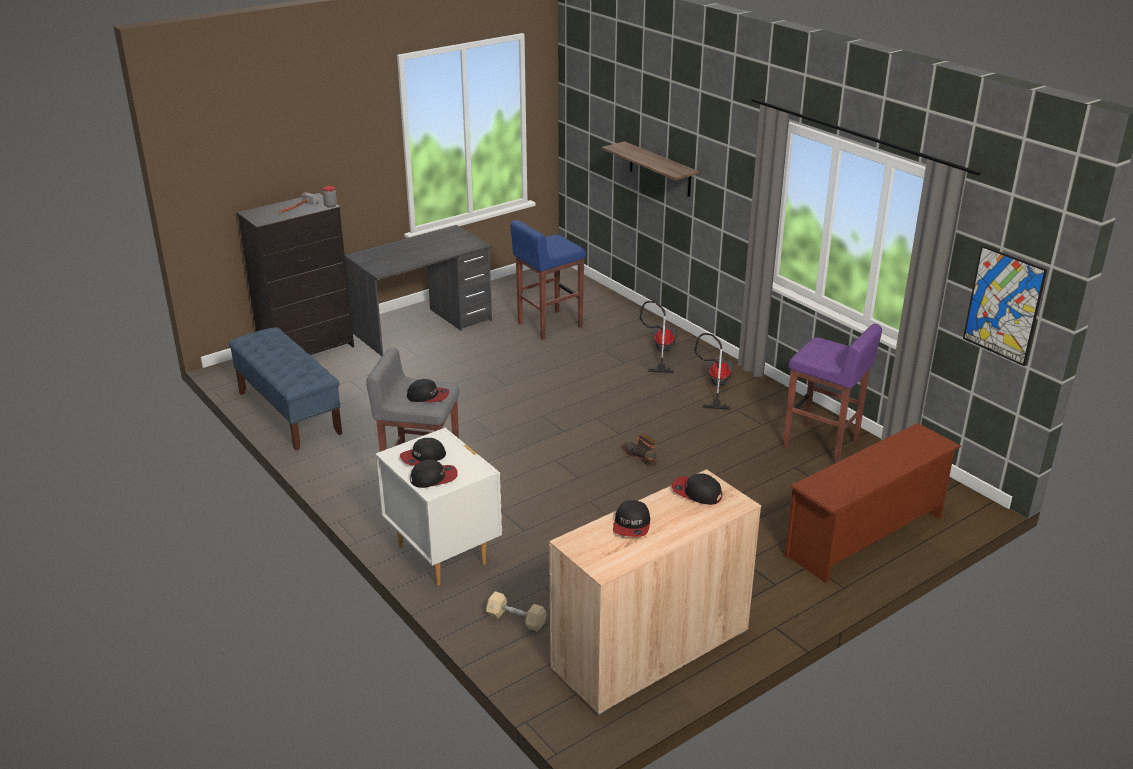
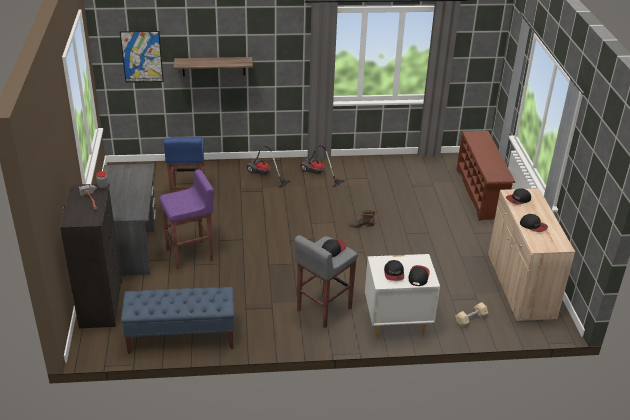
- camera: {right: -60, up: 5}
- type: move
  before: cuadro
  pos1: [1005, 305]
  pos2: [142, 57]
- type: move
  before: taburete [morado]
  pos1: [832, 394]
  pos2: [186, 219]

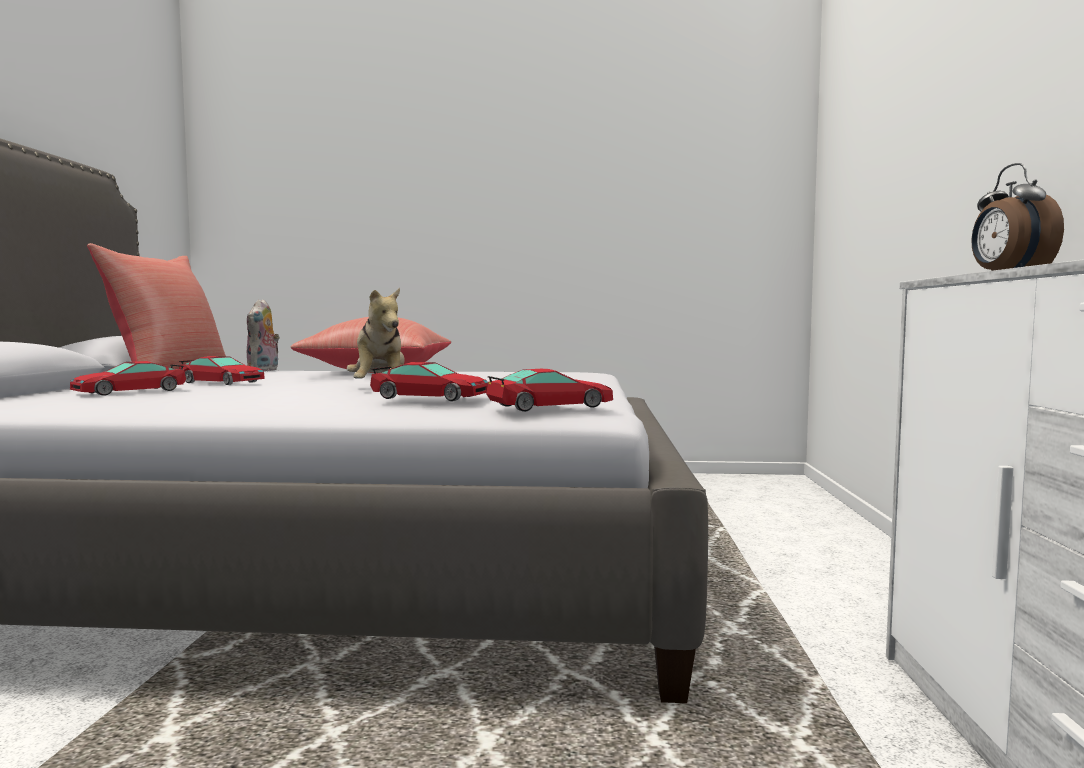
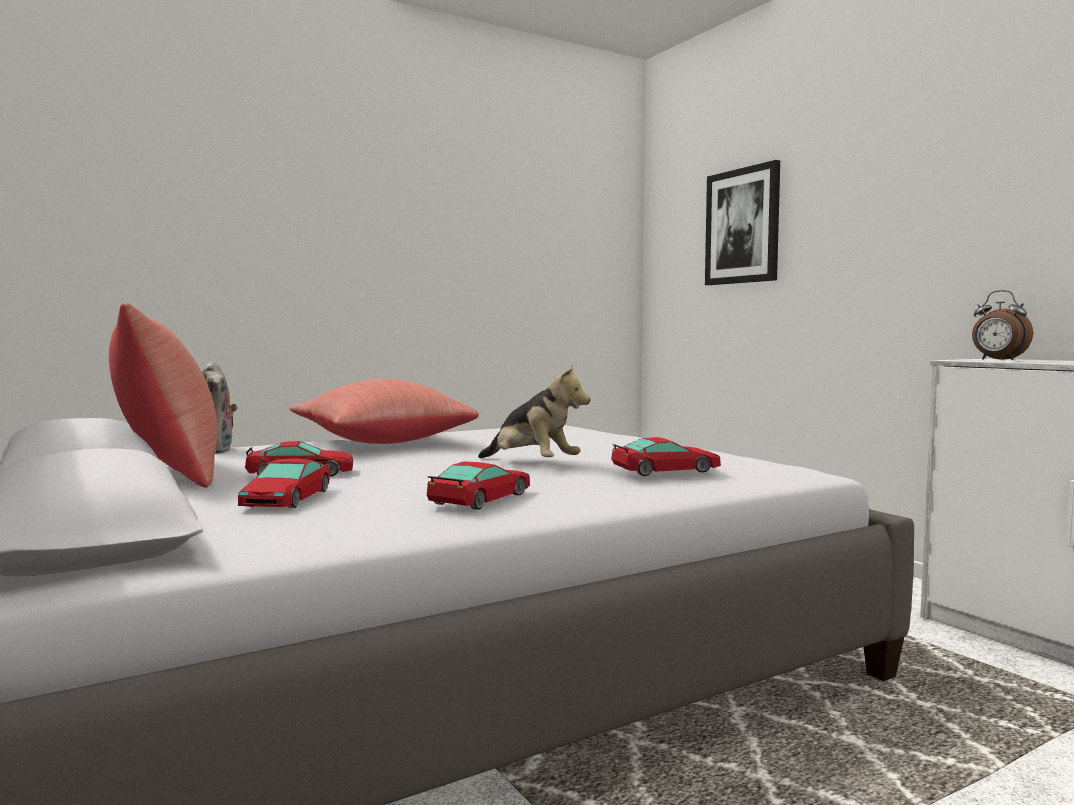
- camera: {right: -35, up: 0}
- type: move
  before: coche de juguete
  pos1: [549, 390]
  pos2: [478, 486]
- type: insert
  after: cuadro
  pos2: [742, 222]

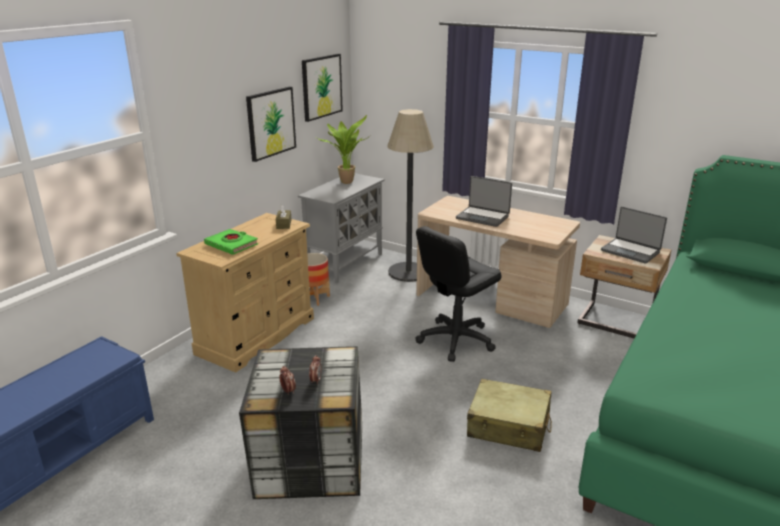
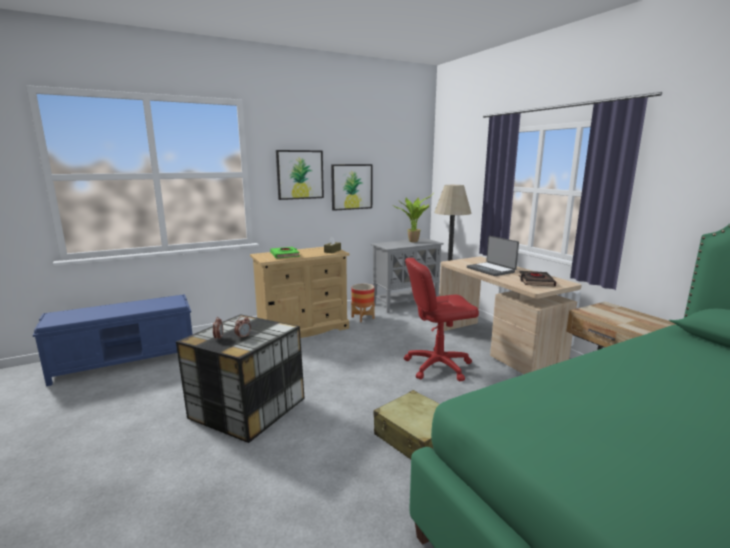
- camera: {right: 30, up: -10}
- type: move
  before: cuadro
  pos1: [322, 88]
  pos2: [300, 175]
- type: recolor
  before: silla de oficina [negro]
  after: silla de oficina [rojo]
  pos1: [458, 294]
  pos2: [441, 319]
- type: insert
  after: libro [negro]
  pos2: [537, 279]
- type: delete
  before: portátil
  pos1: [634, 235]

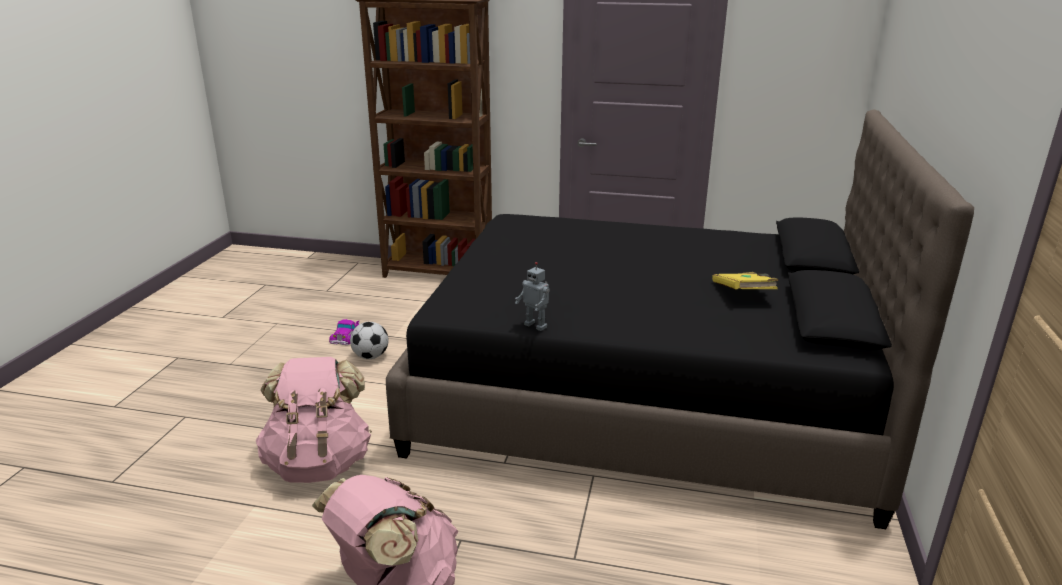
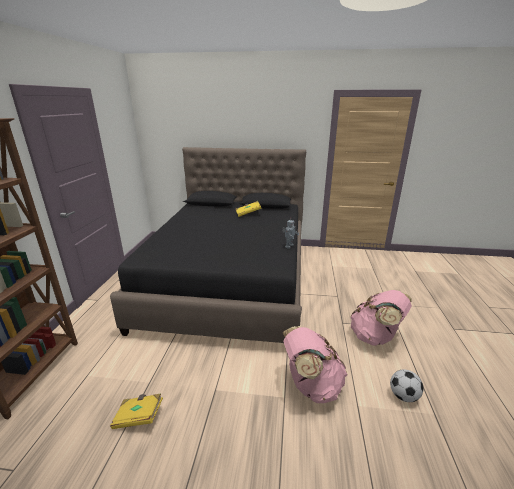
- camera: {right: -95, up: 0}
- type: replace
  before: coche de juguete
  after: libro [amarillo]
  pos1: [344, 332]
  pos2: [136, 411]
- type: move
  before: balón de fútbol
  pos1: [369, 340]
  pos2: [406, 386]

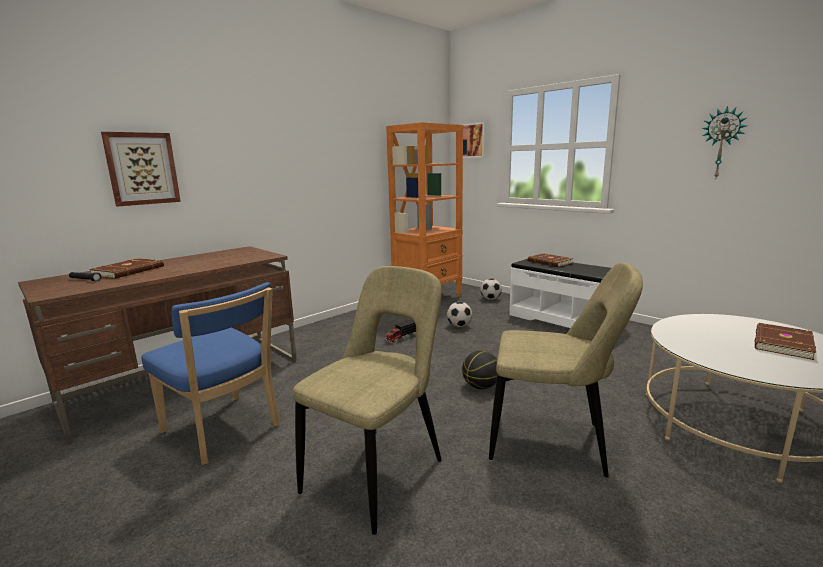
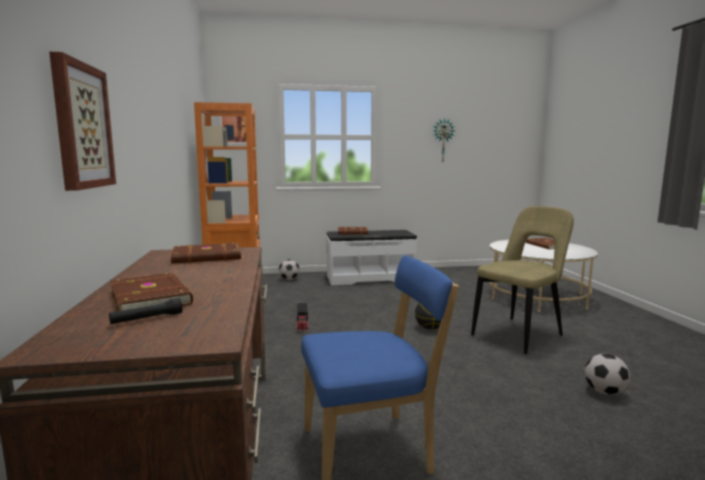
- camera: {right: -55, up: -5}
- type: insert
  after: libro [marrón]
  pos2: [206, 253]
- type: move
  before: balón de fútbol
  pos1: [459, 314]
  pos2: [607, 374]
- type: delete
  before: silla [beis]
  pos1: [367, 400]

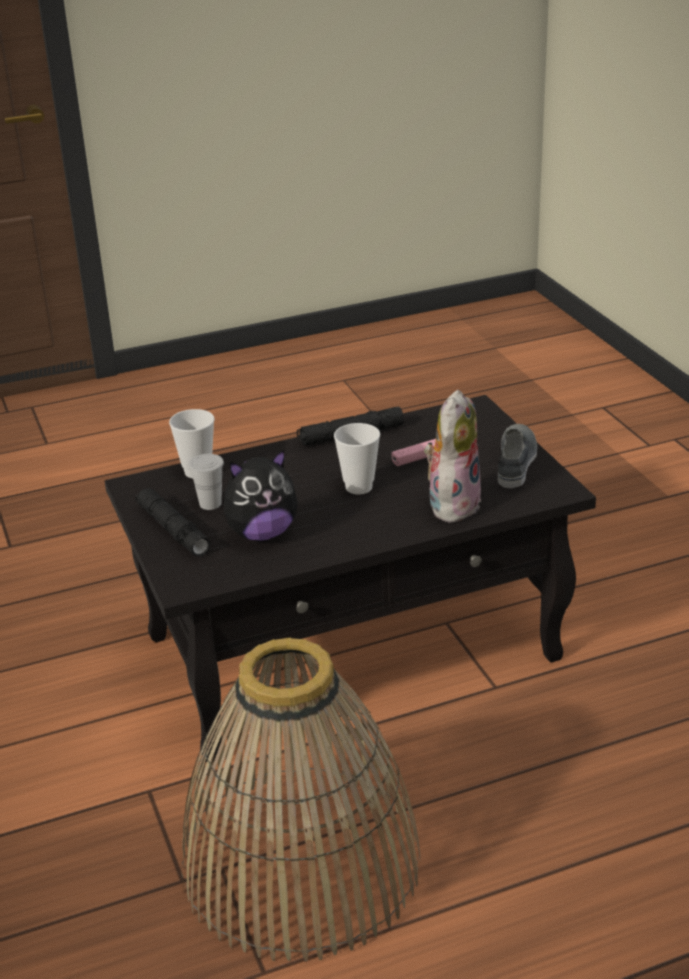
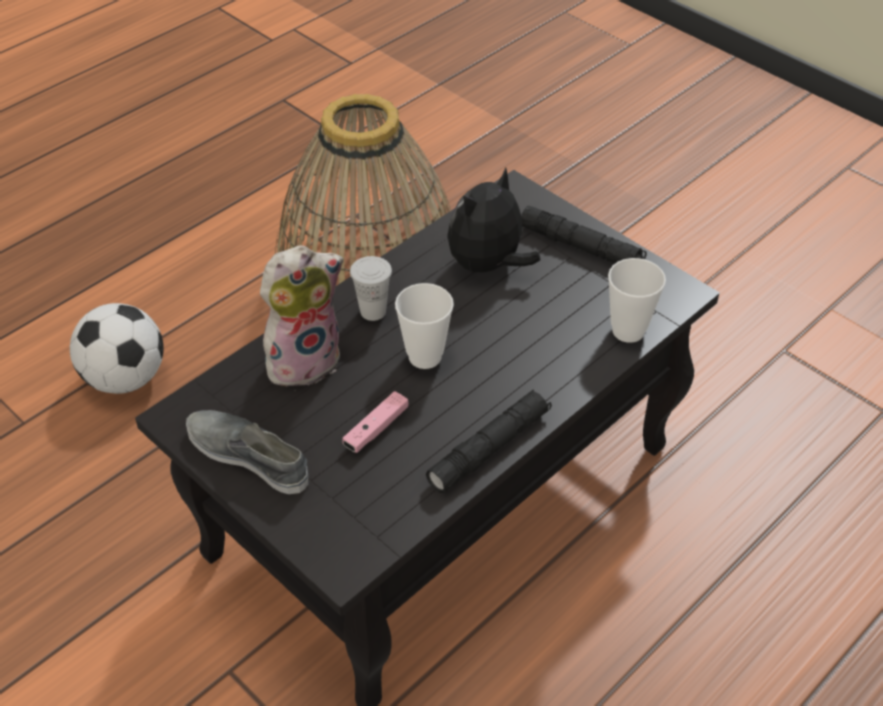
- camera: {right: 155, up: 15}
- type: insert
  after: balón de fútbol
  pos2: [117, 348]
- type: rotate
  before: zapato [gris]
  pos1: [517, 456]
  pos2: [247, 452]
  turn: 135
- type: rotate
  before: peluche
  pos1: [452, 456]
  pos2: [302, 317]
  turn: -120
- type: move
  before: taza [blanco]
  pos1: [206, 482]
  pos2: [371, 288]

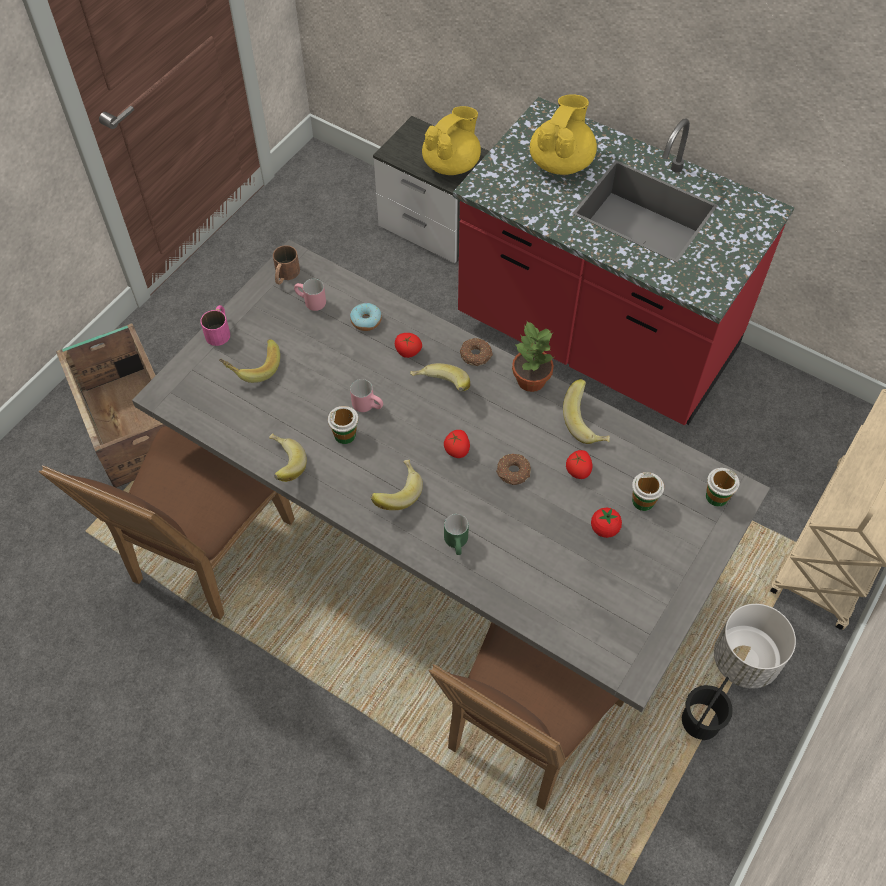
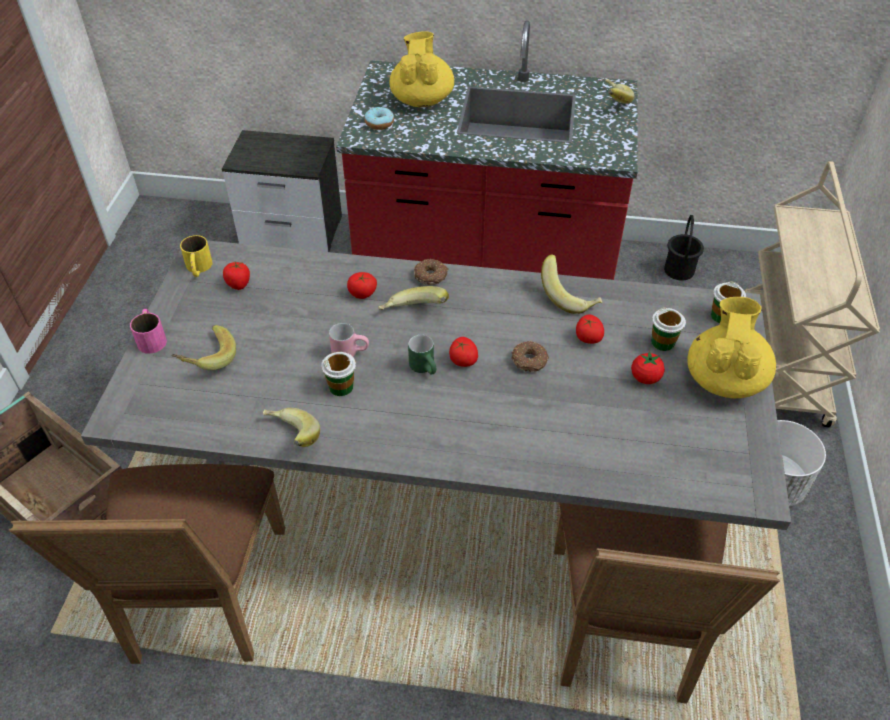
- camera: {right: -25, up: -10}
- type: recolor
  before: taza grande [marrón]
  after: taza grande [amarillo]
  pos1: [286, 264]
  pos2: [196, 256]
- type: replace
  before: taza grande [rosa]
  after: tomate
  pos1: [310, 295]
  pos2: [236, 276]
- type: move
  before: rosquilla
  pos1: [366, 317]
  pos2: [379, 118]
- type: move
  before: taza grande [verde]
  pos1: [456, 534]
  pos2: [422, 354]
- type: move
  before: plátano
  pos1: [396, 485]
  pos2: [620, 91]
- type: move
  before: cubo [negro]
  pos1: [707, 708]
  pos2: [684, 247]
- type: move
  before: tetera [amarillo]
  pos1: [451, 140]
  pos2: [731, 347]
- type: delete
  before: planta en maceta
  pos1: [533, 356]

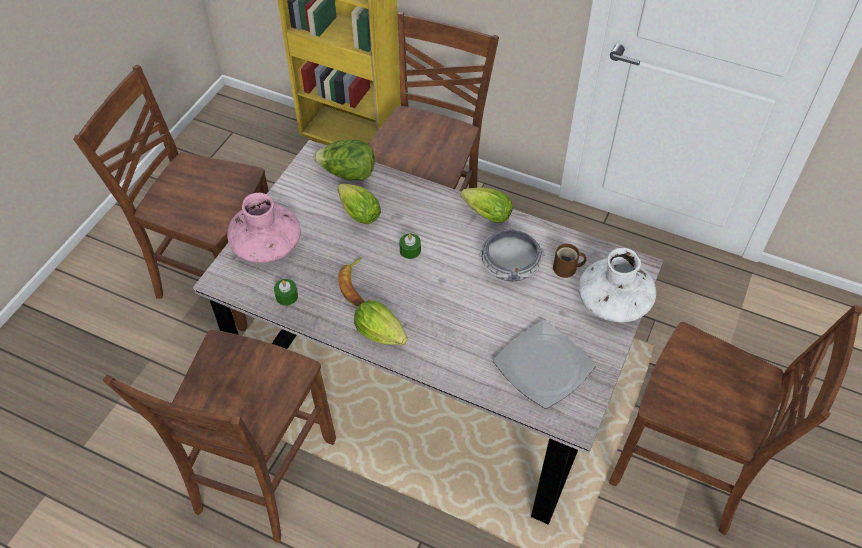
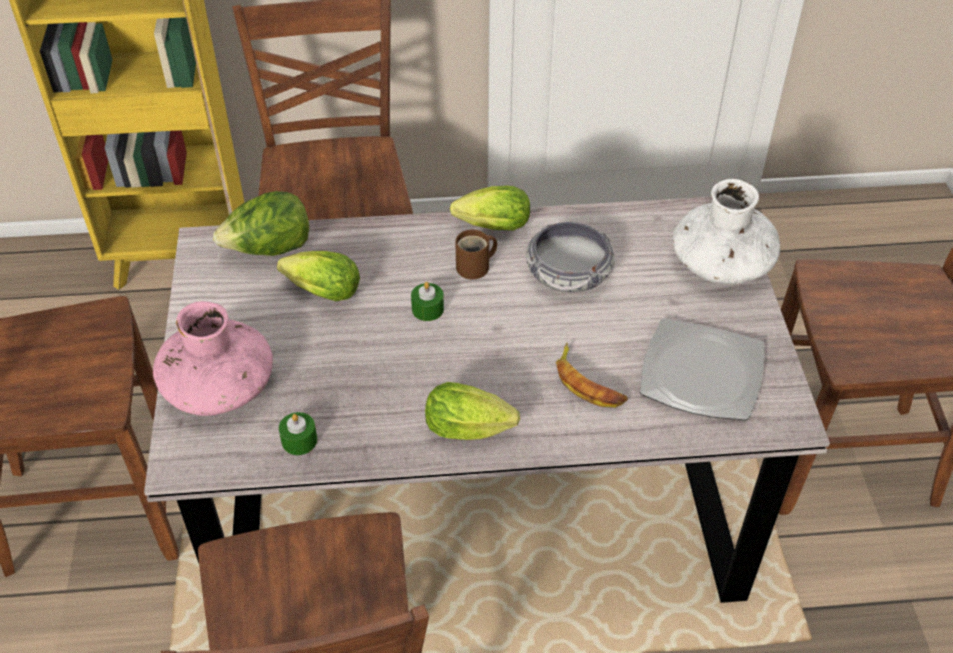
- camera: {right: -30, up: -5}
- type: move
  before: taza grande [marrón]
  pos1: [569, 261]
  pos2: [476, 254]
- type: move
  before: plátano
  pos1: [351, 281]
  pos2: [592, 375]

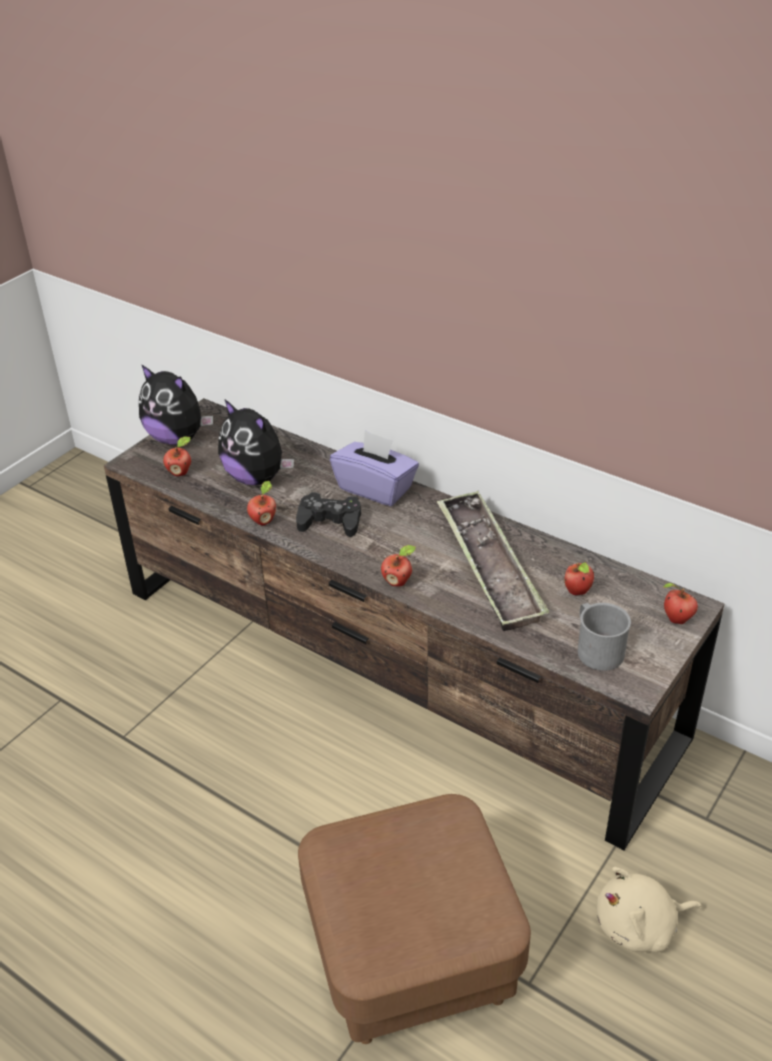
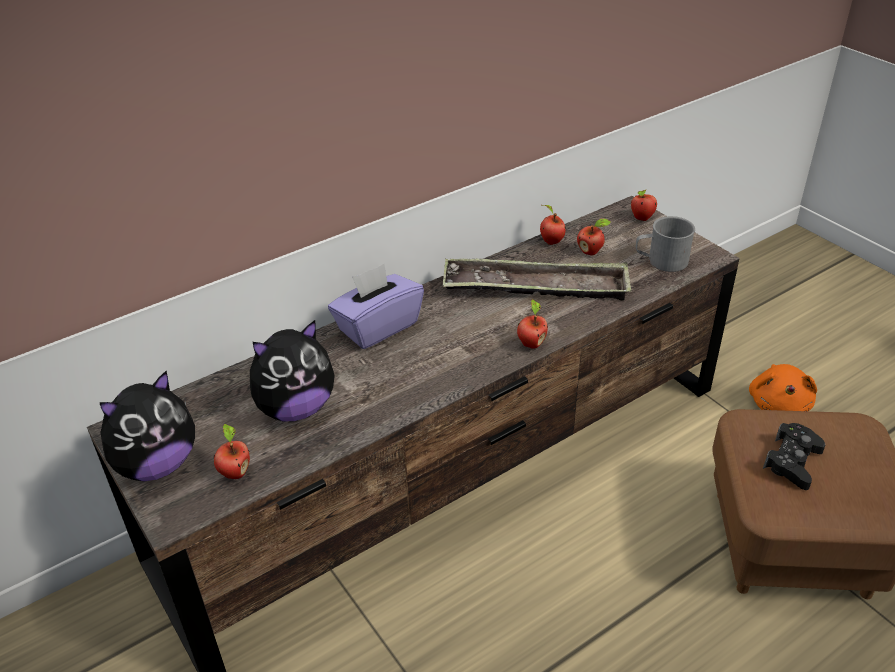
- camera: {right: -70, up: 0}
- type: move
  before: manzana
  pos1: [261, 503]
  pos2: [553, 225]
- type: recolor
  before: peluche [beis]
  after: peluche [naranja]
  pos1: [649, 910]
  pos2: [783, 387]
- type: move
  before: mando de consola [negro]
  pos1: [328, 514]
  pos2: [794, 456]

